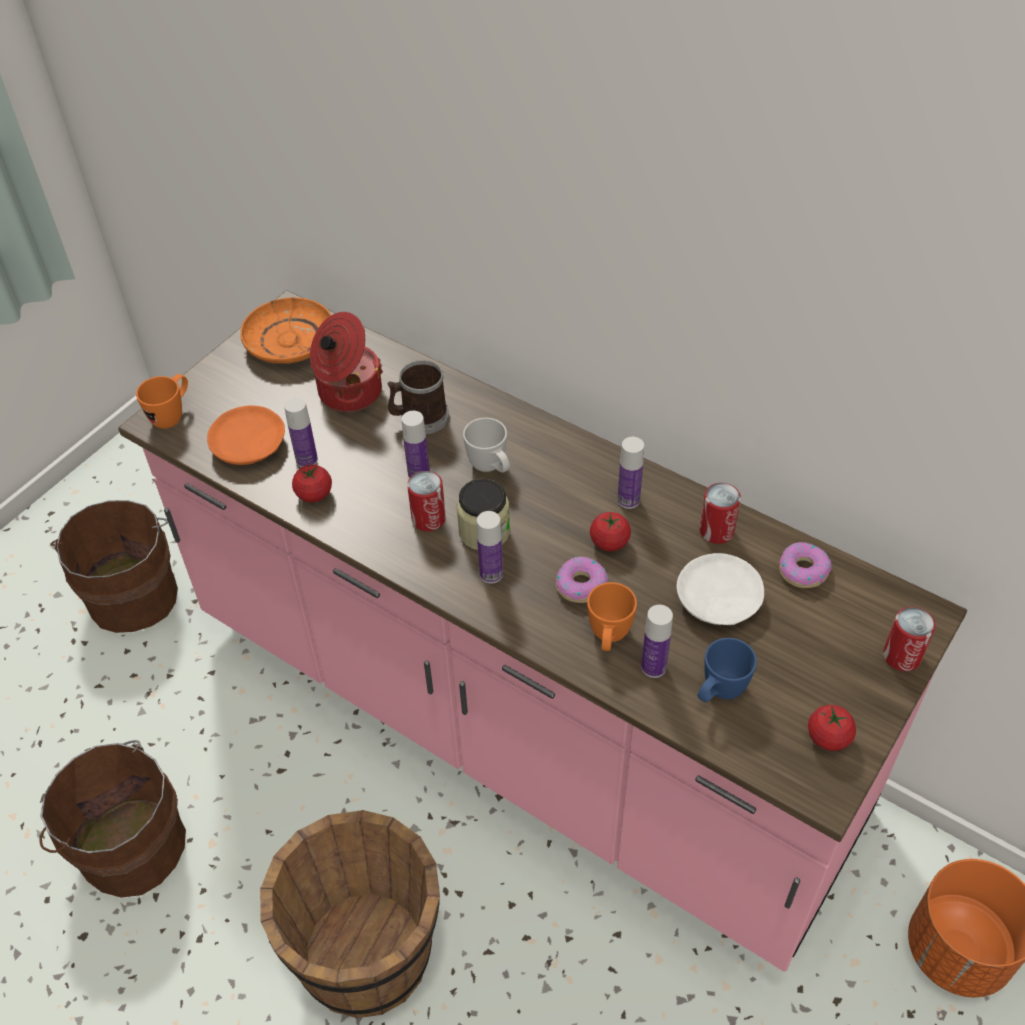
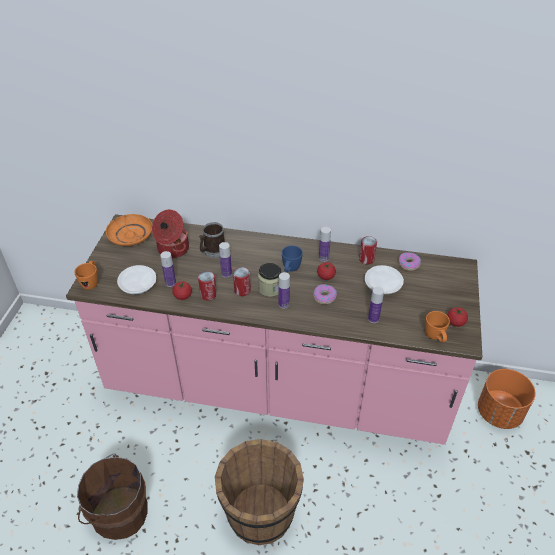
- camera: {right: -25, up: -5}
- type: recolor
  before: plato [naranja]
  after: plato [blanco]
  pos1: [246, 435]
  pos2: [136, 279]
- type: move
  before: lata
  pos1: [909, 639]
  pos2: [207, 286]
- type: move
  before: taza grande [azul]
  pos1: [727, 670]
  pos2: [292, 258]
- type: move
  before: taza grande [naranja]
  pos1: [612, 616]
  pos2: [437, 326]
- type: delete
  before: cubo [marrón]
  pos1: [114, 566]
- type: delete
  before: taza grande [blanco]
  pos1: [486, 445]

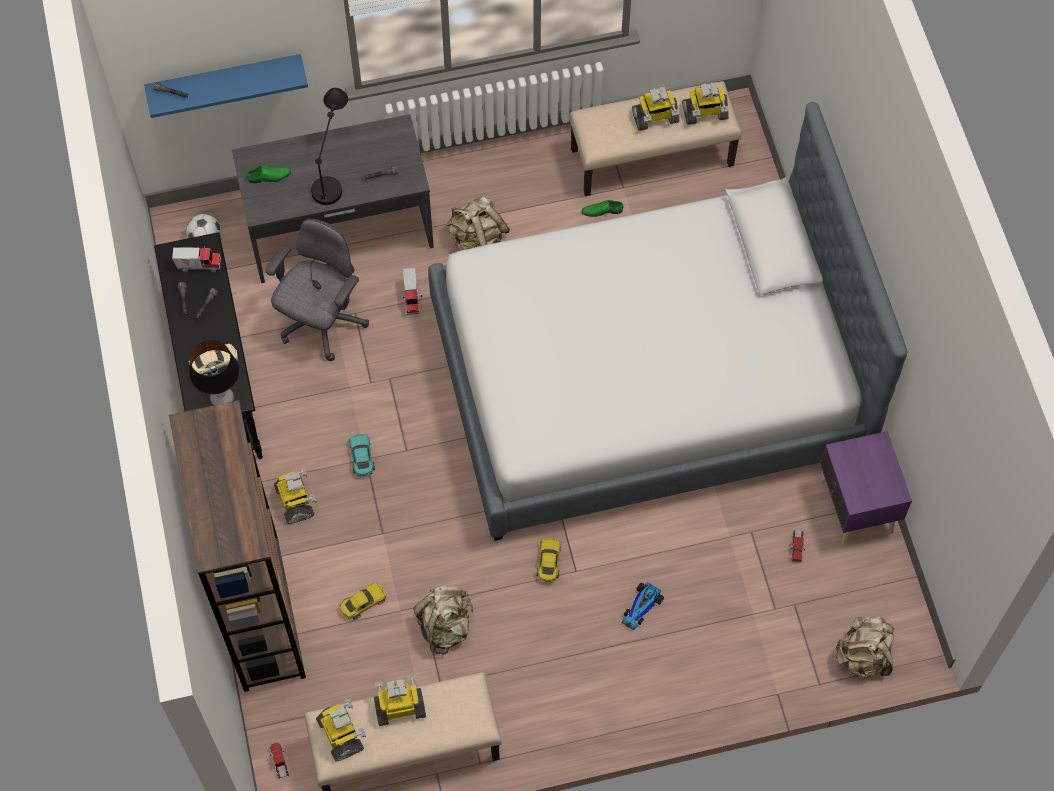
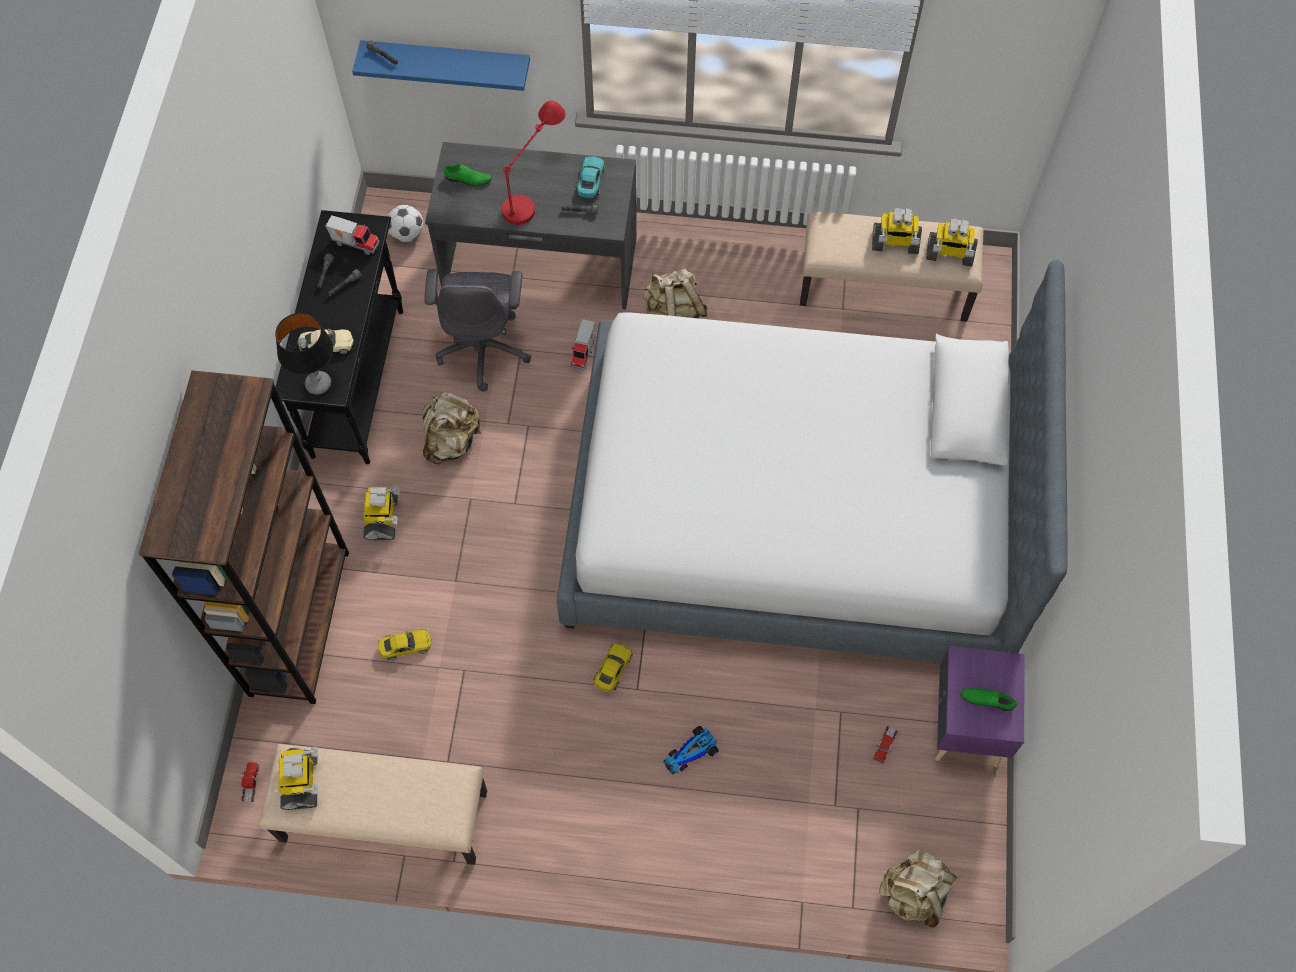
- camera: {right: 20, up: 0}
- type: move
  before: mochila [beis]
  pos1: [443, 620]
  pos2: [452, 428]
- type: rotate
  before: silla de oficina [gris]
  pos1: [317, 290]
  pos2: [477, 330]
  turn: 135
- type: recolor
  before: lámpara de mesa [negro]
  after: lámpara de mesa [rojo]
  pos1: [329, 146]
  pos2: [534, 162]
- type: move
  before: coche de juguete [turquesa]
  pos1: [362, 455]
  pos2: [590, 177]
- type: move
  before: zapato [verde]
  pos1: [602, 208]
  pos2: [988, 699]
- type: delete
  before: robot de juguete
  pos1: [400, 700]

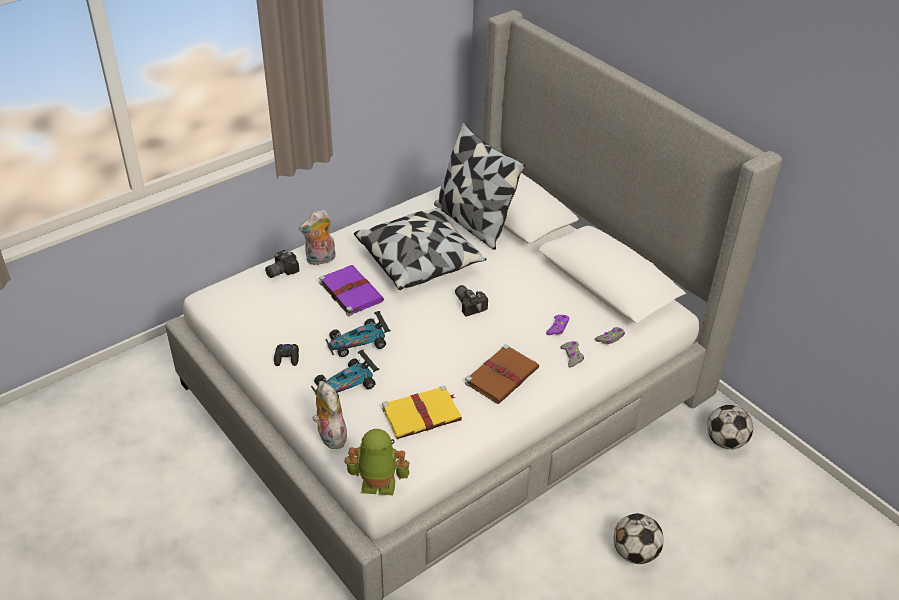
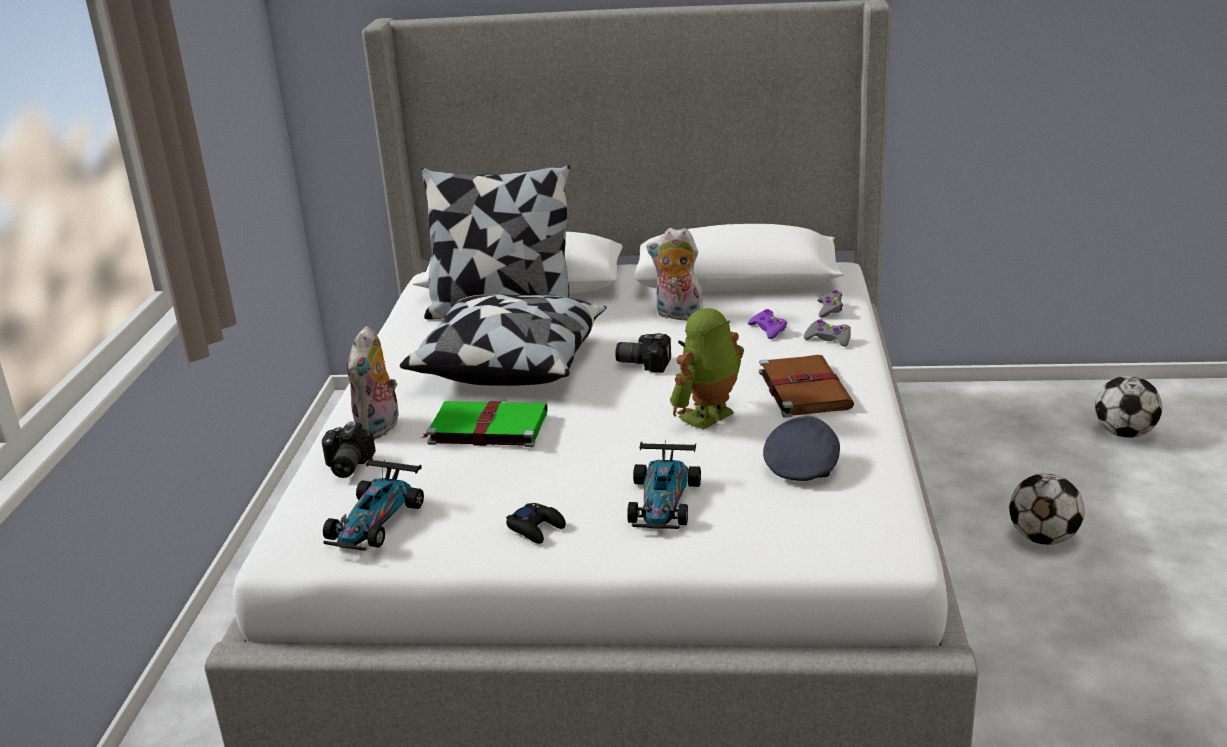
- camera: {right: -45, up: -15}
- type: move
  before: coche de juguete
  pos1: [358, 334]
  pos2: [373, 504]
- type: recolor
  before: libro [morado]
  after: libro [verde]
  pos1: [351, 290]
  pos2: [484, 424]
- type: move
  before: peluche
  pos1: [330, 415]
  pos2: [675, 274]
- type: move
  before: robot de juguete
  pos1: [377, 462]
  pos2: [707, 369]
- type: replace
  before: libro [amarillo]
  after: gorra [gris]
  pos1: [422, 412]
  pos2: [801, 448]
- type: move
  before: balón de fútbol
  pos1: [730, 427]
  pos2: [1128, 407]

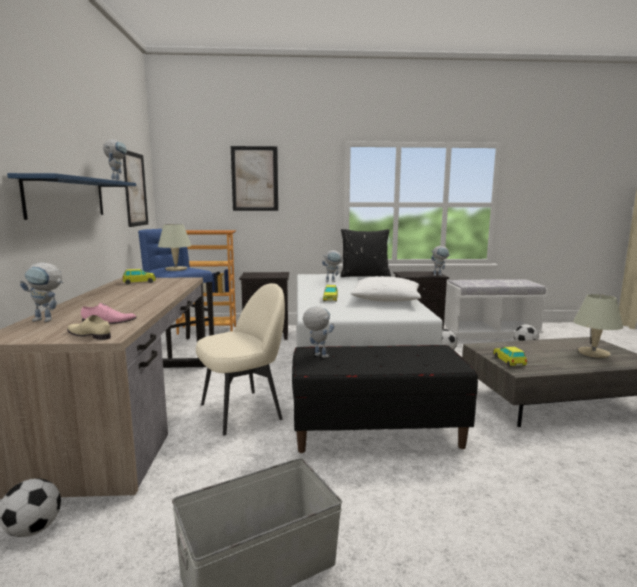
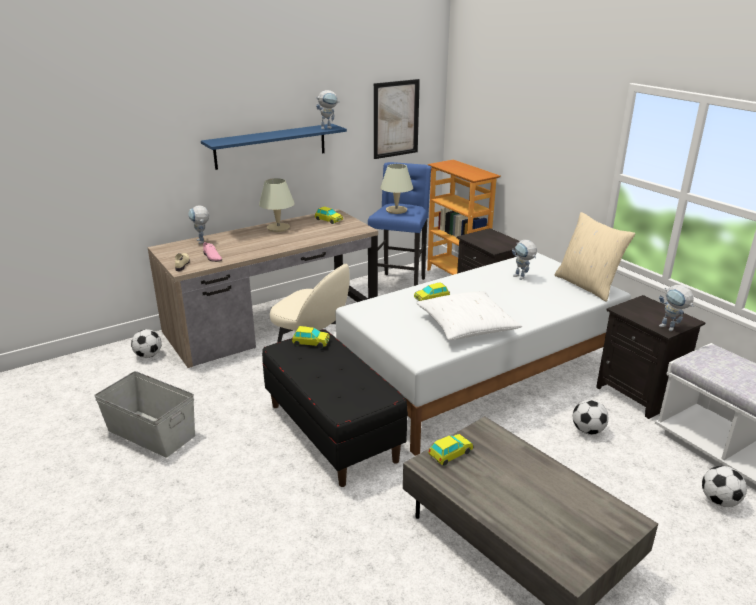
- camera: {right: 60, up: 15}
- type: move
  before: lámpara de mesa [beis]
  pos1: [598, 326]
  pos2: [277, 205]
- type: replace
  before: robot de juguete
  after: coche de juguete
  pos1: [318, 332]
  pos2: [311, 337]
- type: recolor
  before: cojín [negro]
  after: cojín [beis]
  pos1: [366, 253]
  pos2: [595, 257]
- type: delete
  before: cuadro
  pos1: [254, 178]

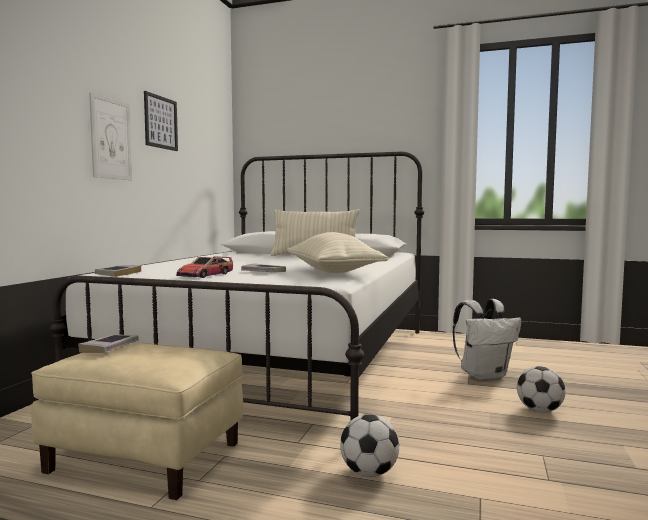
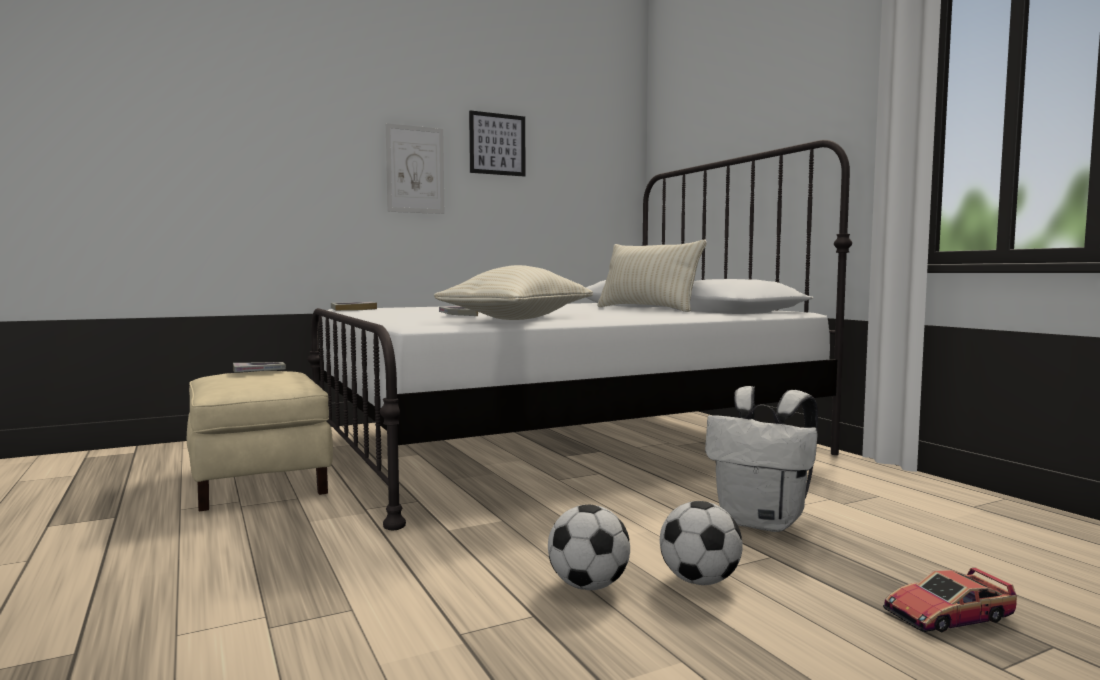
- camera: {right: 45, up: 0}
- type: move
  before: balón de fútbol
  pos1: [369, 445]
  pos2: [589, 547]
- type: move
  before: coche de juguete
  pos1: [204, 267]
  pos2: [950, 599]

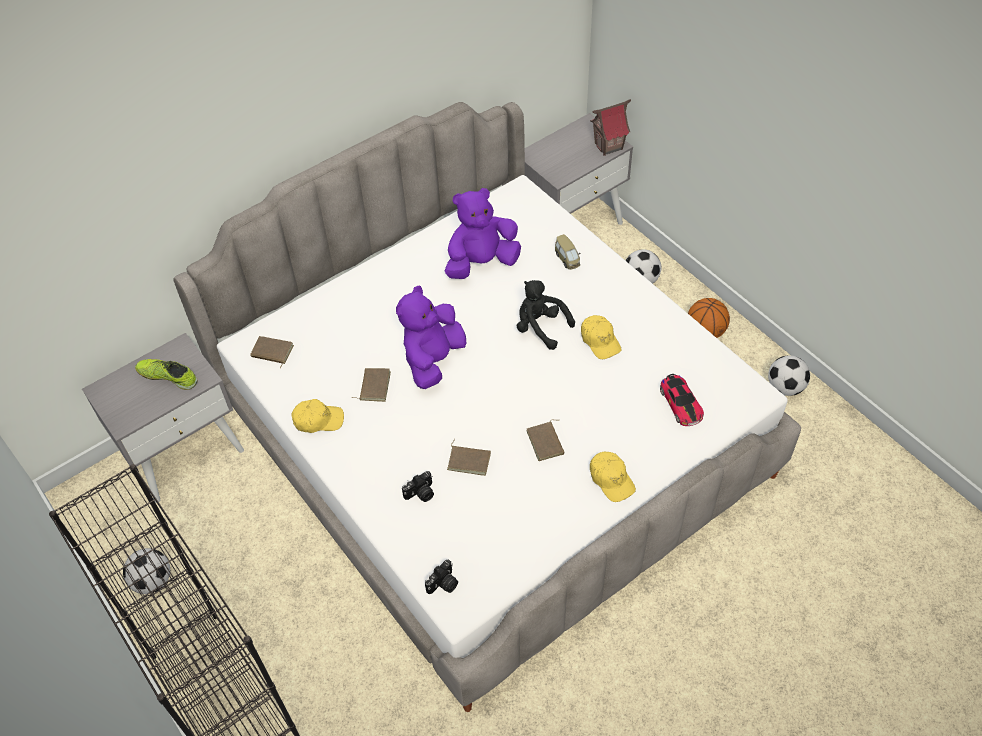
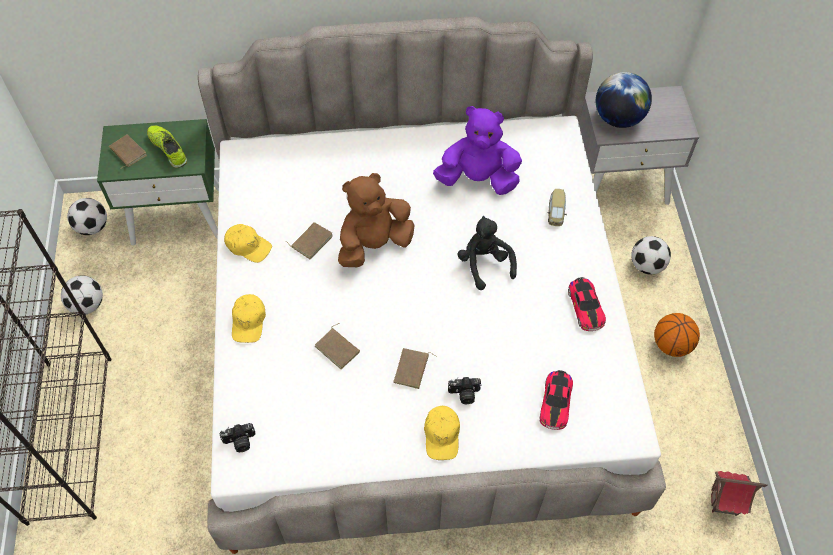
- camera: {right: 30, up: 5}
- type: move
  before: balón de fútbol
  pos1: [789, 375]
  pos2: [87, 216]
- type: recolor
  before: mesita de noche [gris]
  after: mesita de noche [verde]
  pos1: [163, 418]
  pos2: [158, 182]
- type: move
  before: libro [marrón]
  pos1: [272, 352]
  pos2: [128, 151]
- type: move
  before: gorra [amarillo]
  pos1: [601, 337]
  pos2: [249, 318]
- type: recolor
  before: peluche [morado]
  after: peluche [marrón]
  pos1: [431, 337]
  pos2: [376, 220]
- type: move
  before: cámara
  pos1: [418, 486]
  pos2: [464, 390]
- type: insert
  after: coche de juguete
  pos2: [587, 304]
- type: insert
  after: globo terráqueo
  pos2: [624, 100]
- type: move
  before: casita
  pos1: [610, 127]
  pos2: [739, 493]

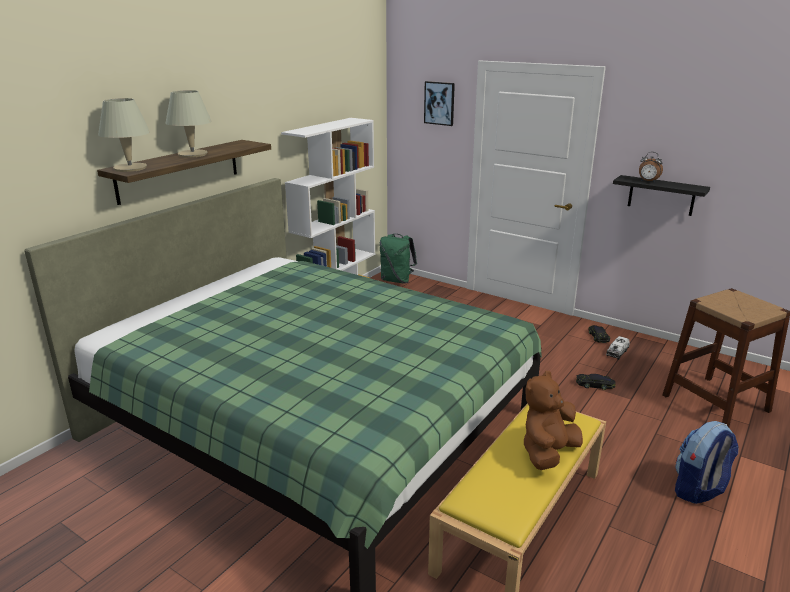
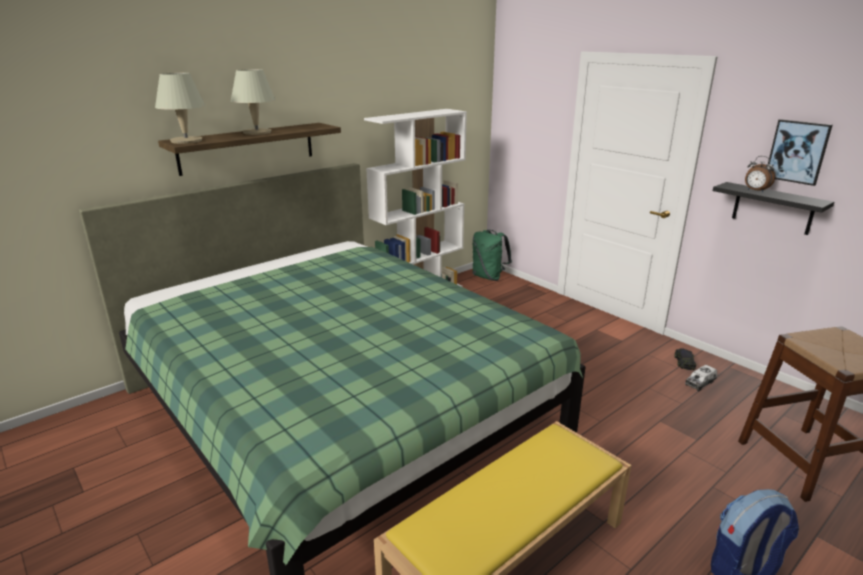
- camera: {right: 15, up: 0}
- type: move
  before: cuadro
  pos1: [439, 103]
  pos2: [800, 152]
- type: delete
  before: peluche [marrón]
  pos1: [553, 420]
- type: delete
  before: coche de juguete [negro]
  pos1: [596, 382]

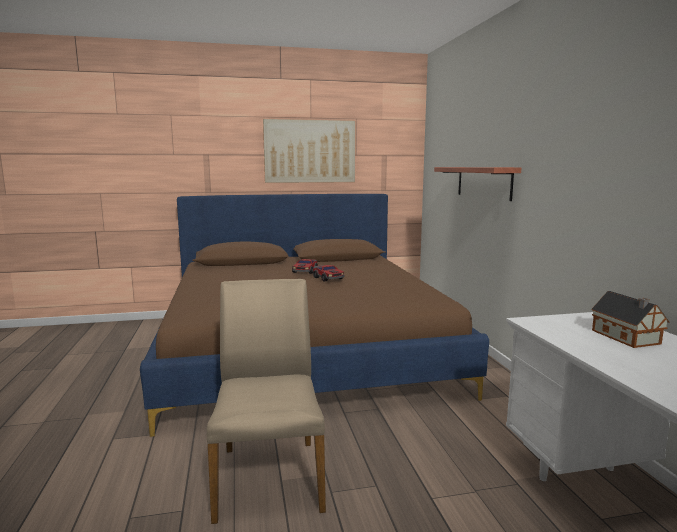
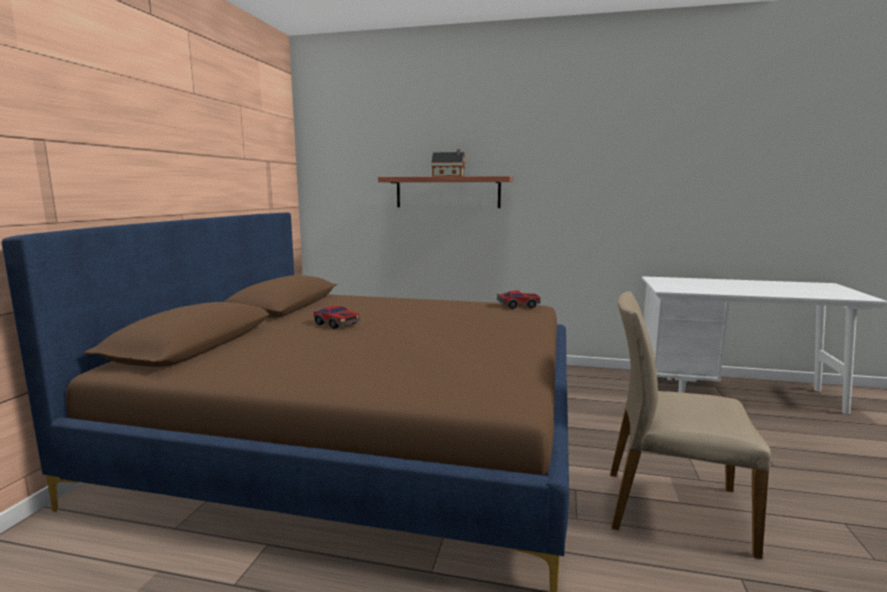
- camera: {right: -65, up: 0}
- type: move
  before: casita
  pos1: [630, 319]
  pos2: [448, 163]
- type: move
  before: coche de juguete
  pos1: [328, 273]
  pos2: [519, 299]
- type: delete
  before: cuadro
  pos1: [309, 151]

